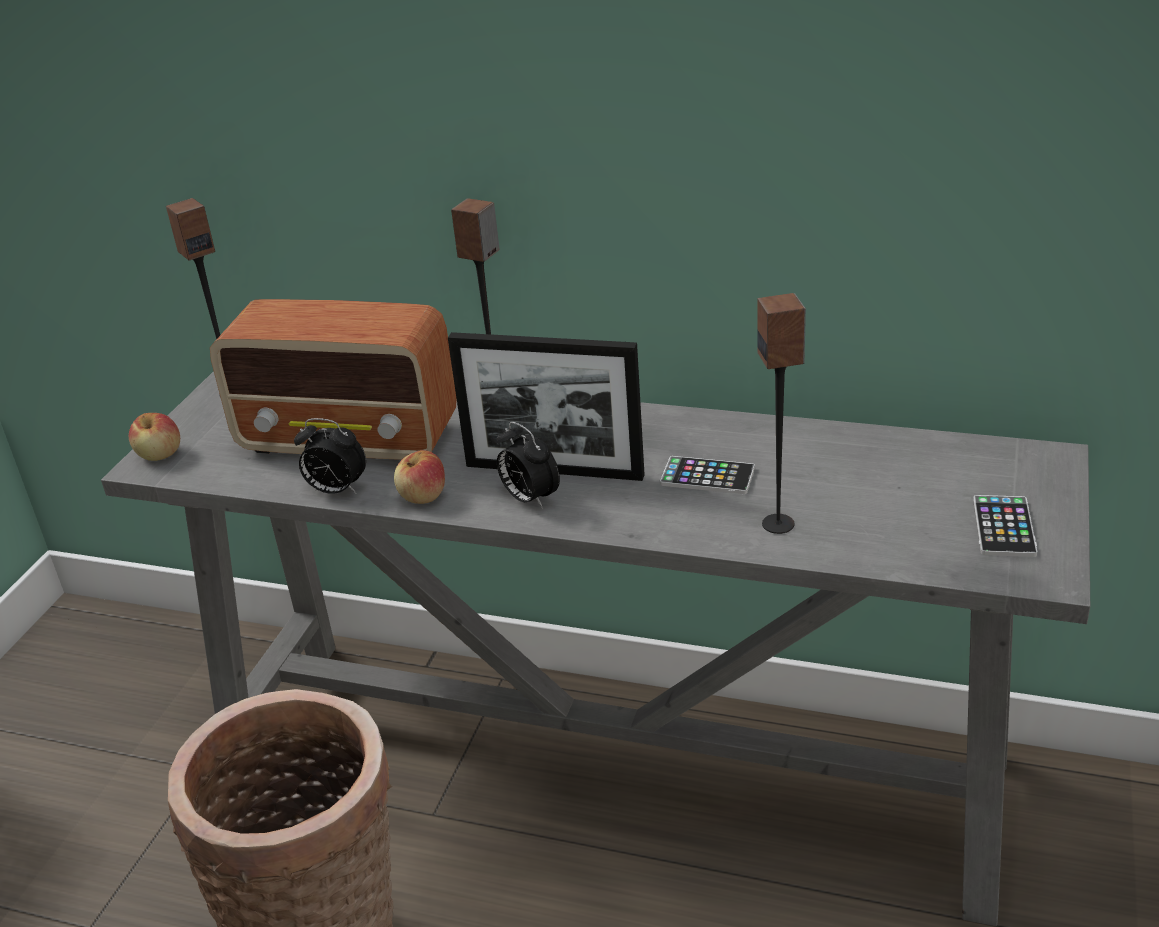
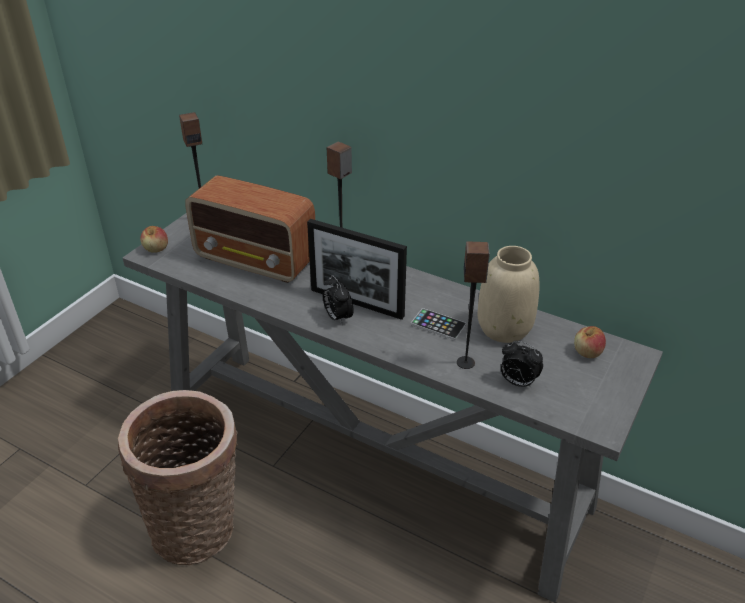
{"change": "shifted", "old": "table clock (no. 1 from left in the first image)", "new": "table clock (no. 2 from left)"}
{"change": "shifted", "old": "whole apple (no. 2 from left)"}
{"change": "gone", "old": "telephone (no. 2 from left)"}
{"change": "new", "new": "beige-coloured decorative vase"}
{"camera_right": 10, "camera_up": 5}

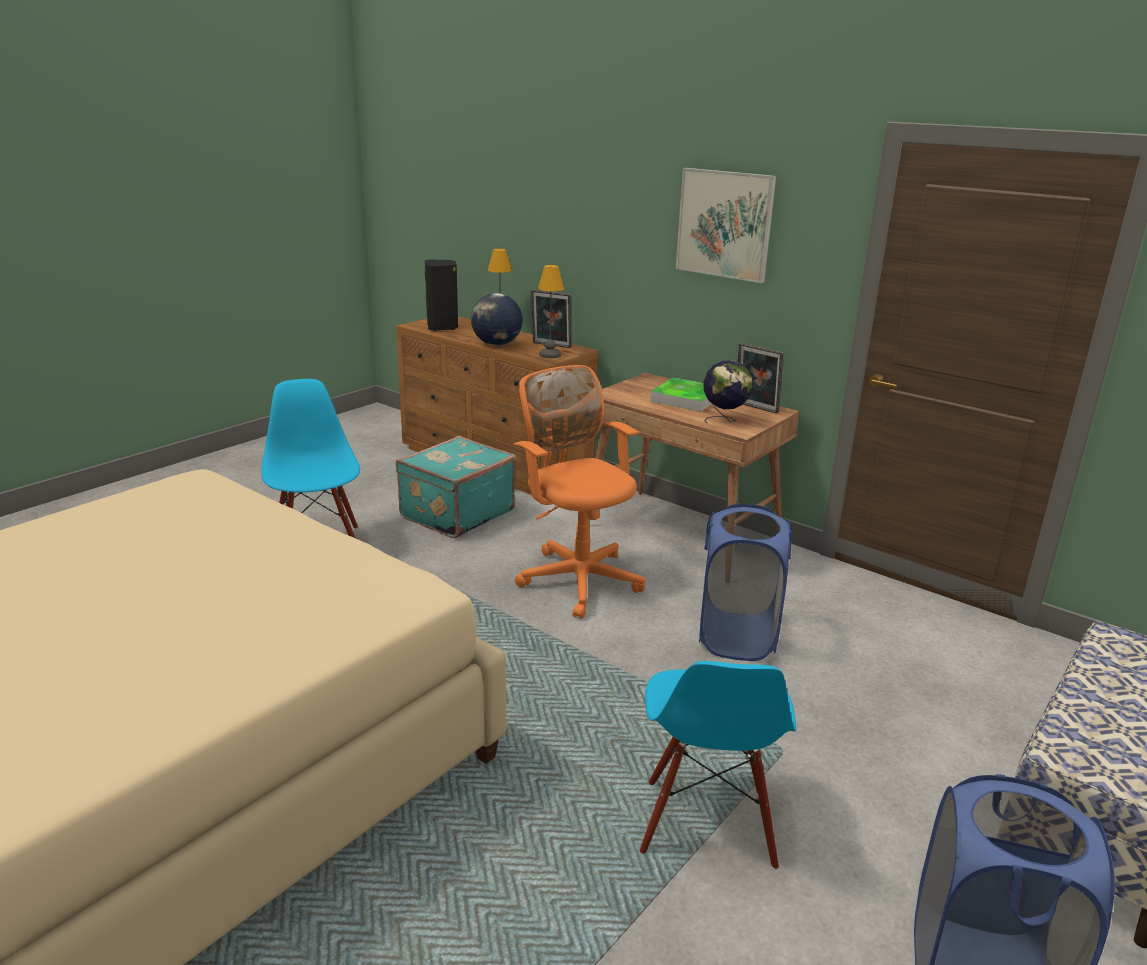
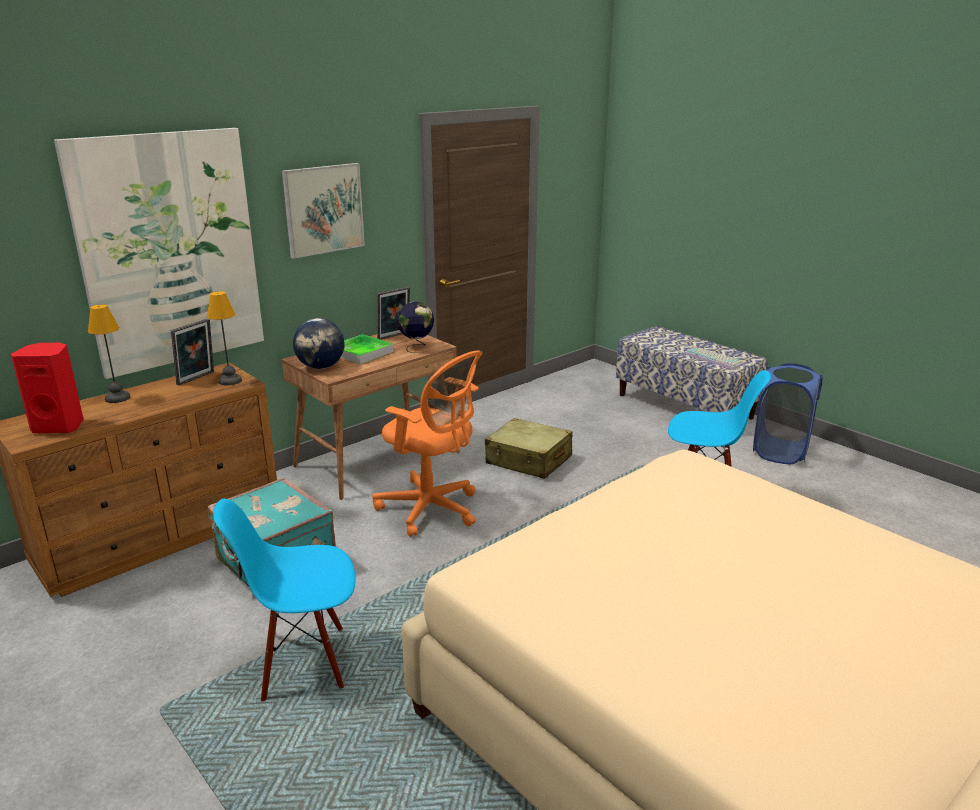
{"change": "repainted", "old": "black audio speaker", "new": "red audio speaker"}
{"change": "shifted", "old": "desk globe (no. 1 from left)"}
{"change": "rotated", "old": "orange-coloured desk chair", "degrees": -120}
{"change": "swapped", "old": "blue laundry basket (no. 1 from left)", "new": "beige-coloured piece of luggage"}
{"change": "new", "new": "picture (no. 1 from left)"}
{"change": "new", "new": "keyboard"}
{"camera_right": -80, "camera_up": 0}

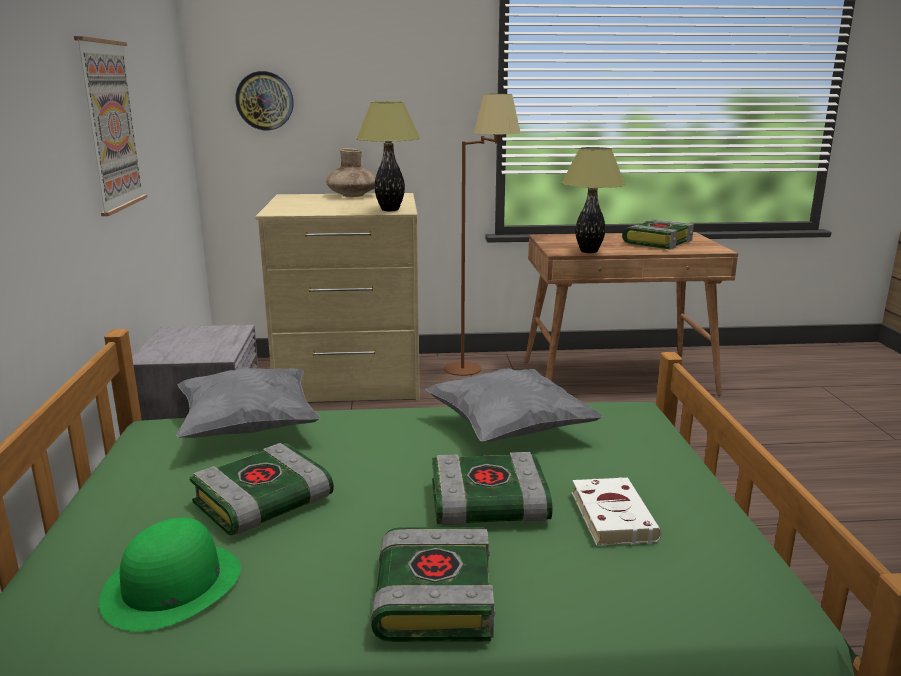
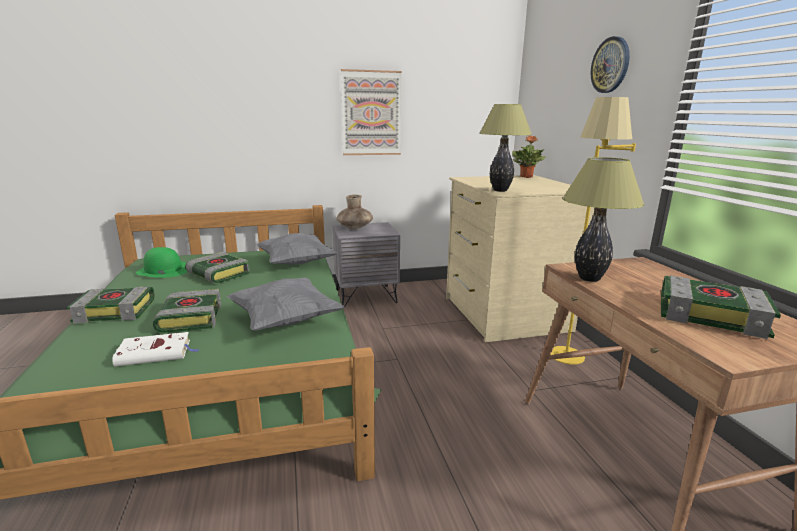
{"change": "shifted", "old": "clock on the wall"}
{"change": "shifted", "old": "brown decorative vase"}
{"change": "repainted", "old": "brown standing lamp", "new": "yellow standing lamp"}
{"change": "new", "new": "potted plant"}
{"camera_right": 80, "camera_up": 0}

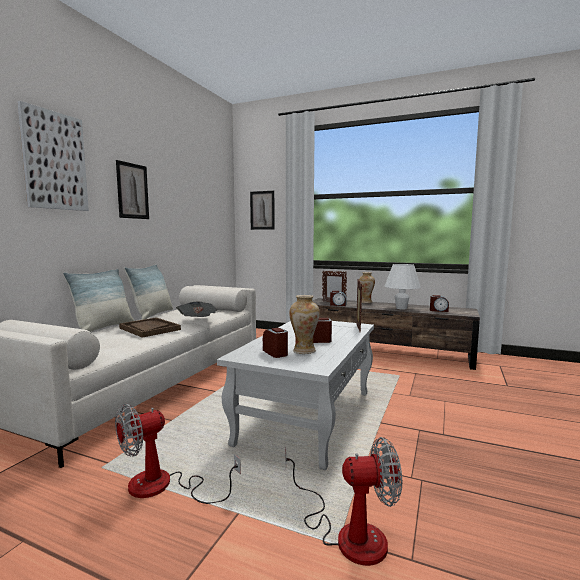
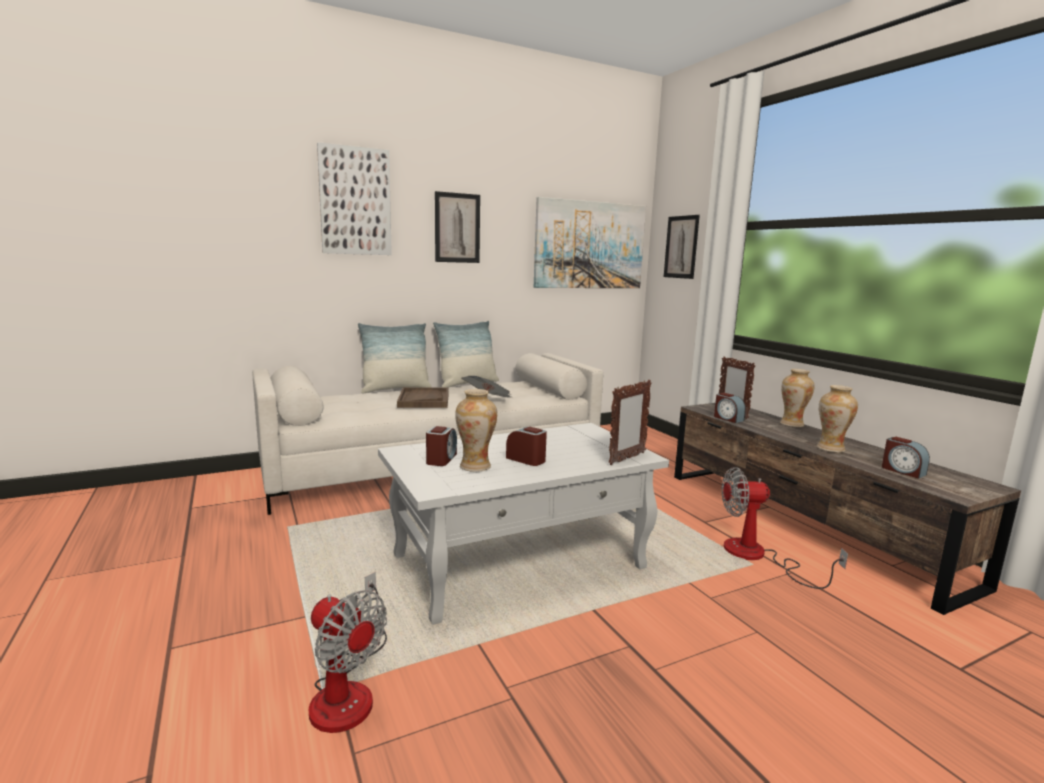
{"change": "shifted", "old": "cooling fan (no. 1 from left in the first image)", "new": "cooling fan (no. 2 from left)"}
{"change": "swapped", "old": "white-coloured tabletop lamp", "new": "decorative vase (no. 3 from left)"}
{"change": "new", "new": "picture (no. 3 from left)"}
{"camera_right": 40, "camera_up": 5}

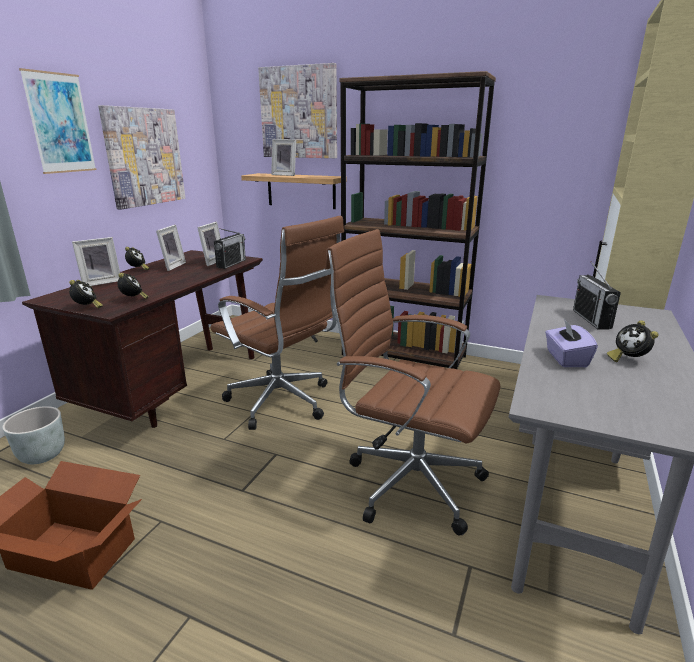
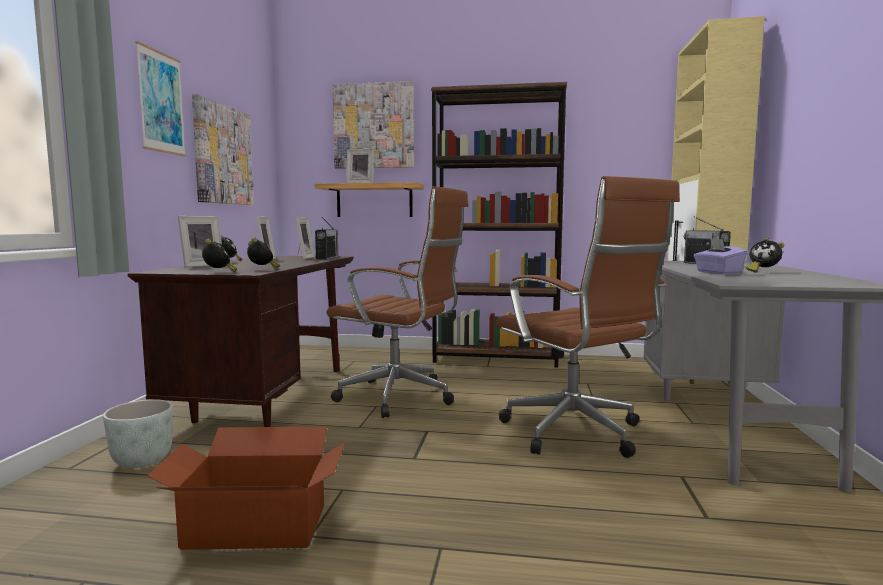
{"change": "rotated", "old": "brown desk chair (no. 2 from left)", "degrees": -135}
{"camera_right": -15, "camera_up": -15}

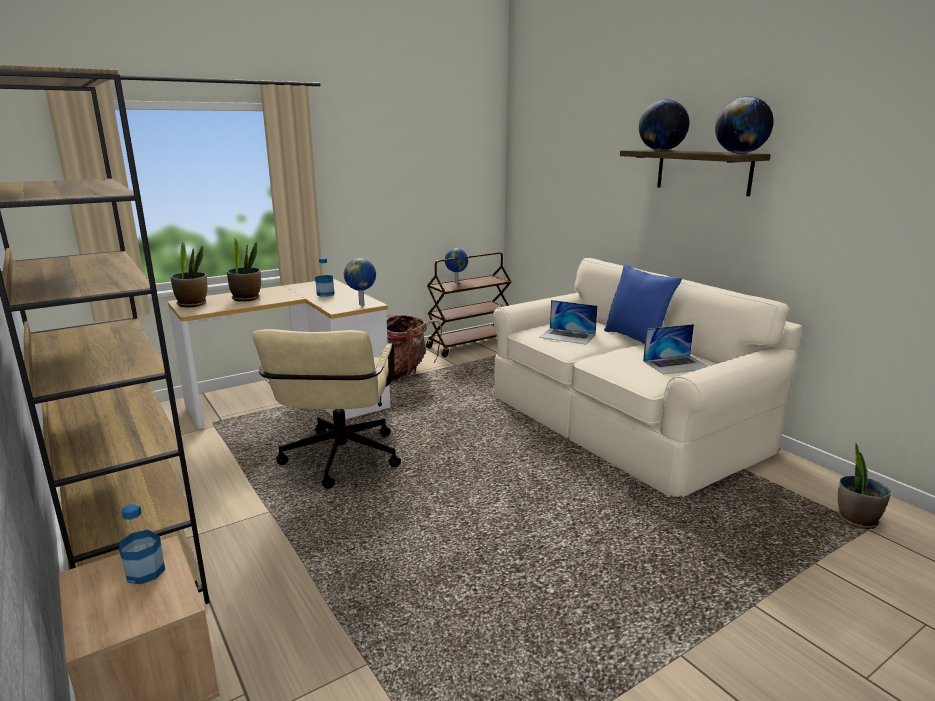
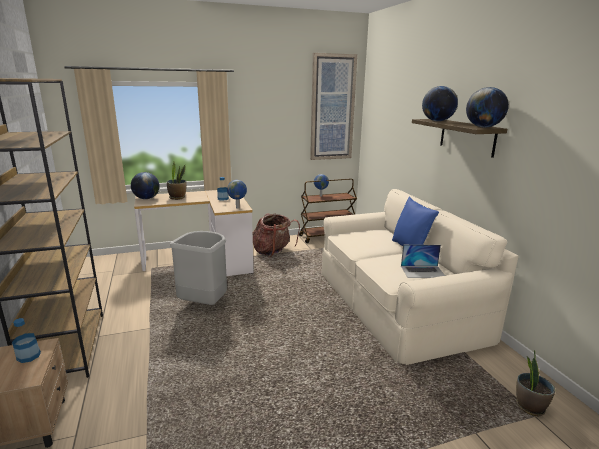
{"change": "swapped", "old": "potted plant (no. 1 from left)", "new": "desk globe (no. 1 from left)"}
{"change": "swapped", "old": "beige-coloured desk chair", "new": "gray trash can"}
{"change": "gone", "old": "notebook computer (no. 1 from left)"}
{"change": "new", "new": "picture"}
{"camera_right": 15, "camera_up": 0}

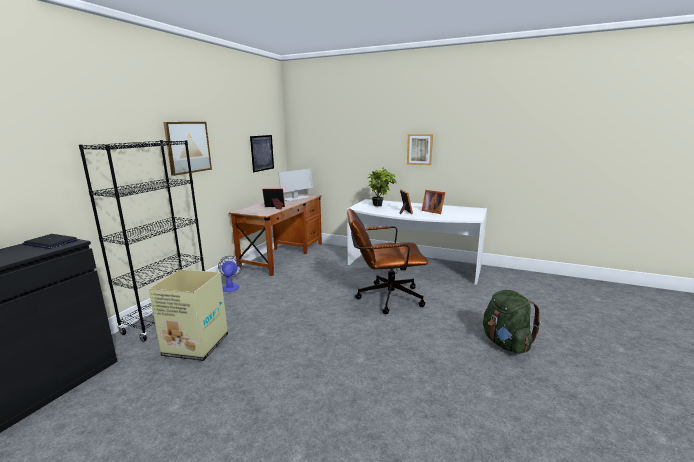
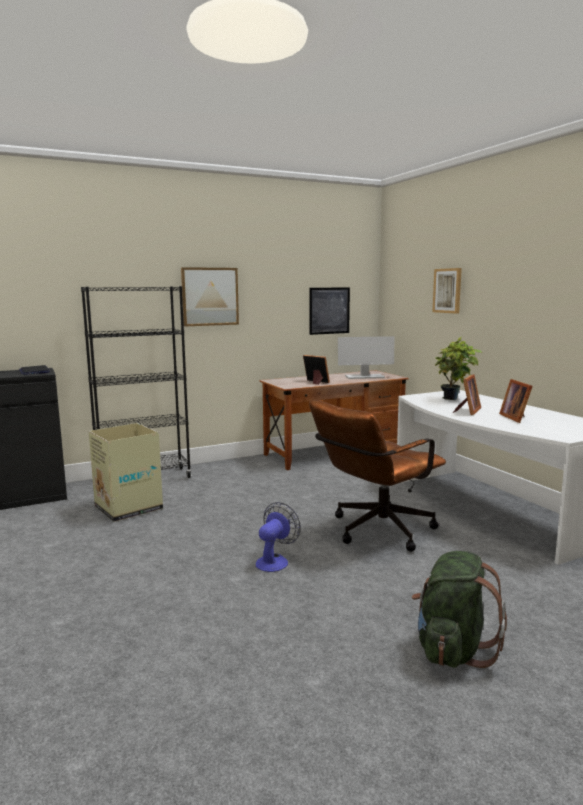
{"change": "shifted", "old": "cooling fan"}
{"change": "rotated", "old": "brown desk chair", "degrees": -75}
{"change": "shifted", "old": "picture (no. 3 from left)"}
{"camera_right": 40, "camera_up": -5}

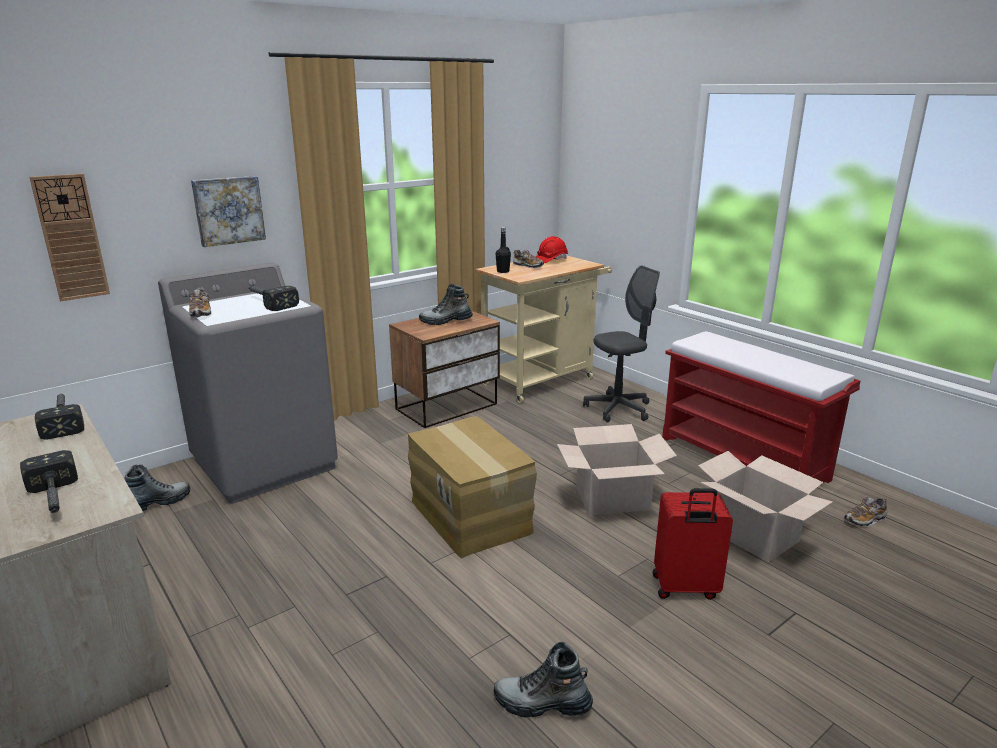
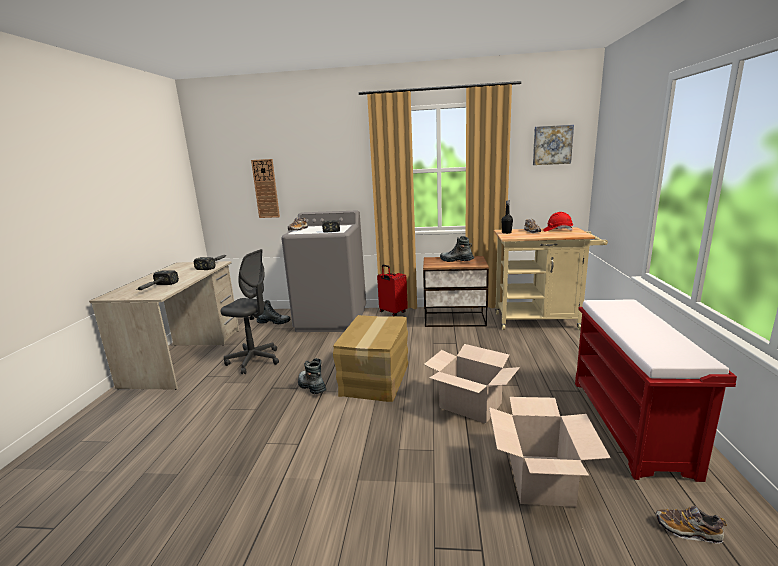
{"change": "shifted", "old": "picture"}
{"change": "shifted", "old": "high-top boot (no. 3 from left in the first image)", "new": "high-top boot (no. 2 from left)"}
{"change": "shifted", "old": "gray desk chair"}
{"change": "shifted", "old": "red piece of luggage"}
{"camera_right": 45, "camera_up": -5}

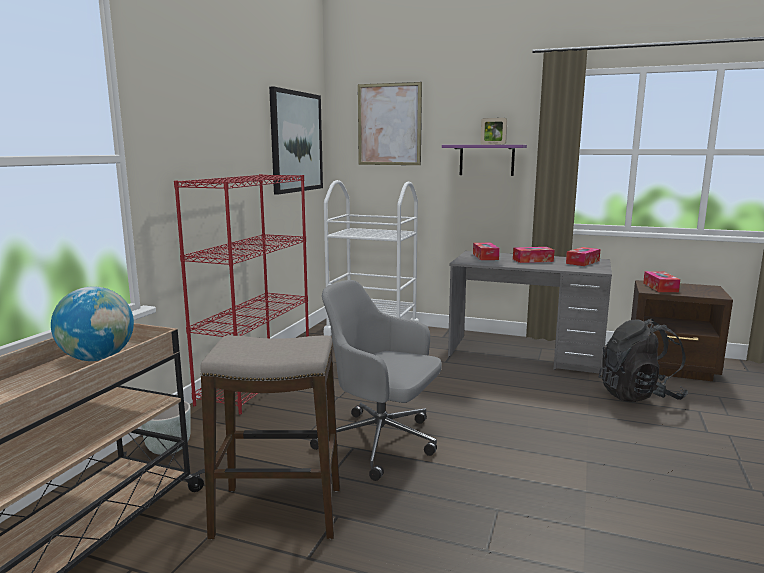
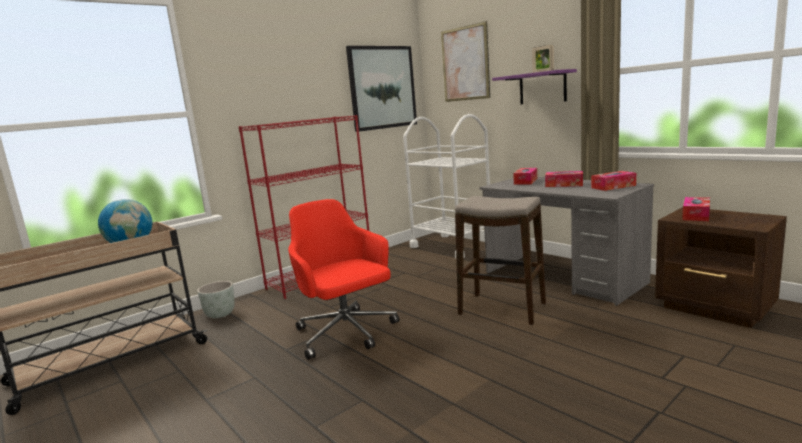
{"change": "shifted", "old": "stool seat"}
{"change": "repainted", "old": "gray desk chair", "new": "red desk chair"}
{"change": "gone", "old": "black knapsack"}
{"camera_right": 30, "camera_up": 0}

